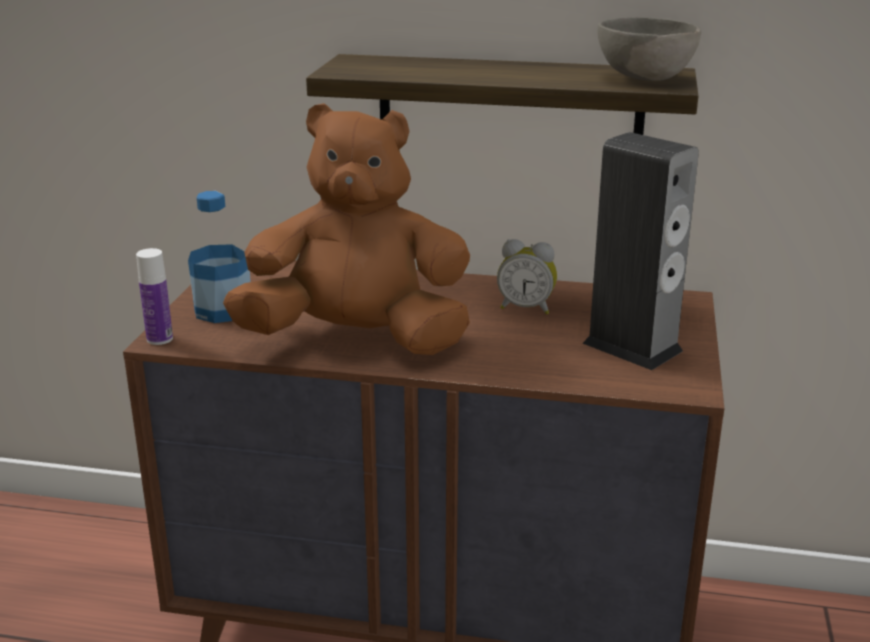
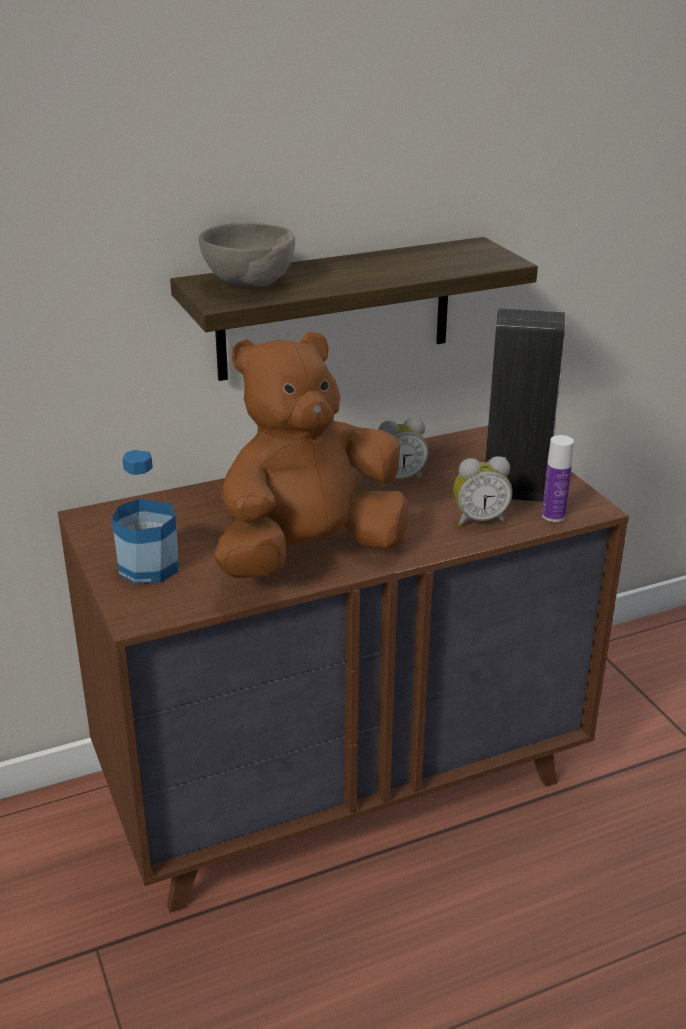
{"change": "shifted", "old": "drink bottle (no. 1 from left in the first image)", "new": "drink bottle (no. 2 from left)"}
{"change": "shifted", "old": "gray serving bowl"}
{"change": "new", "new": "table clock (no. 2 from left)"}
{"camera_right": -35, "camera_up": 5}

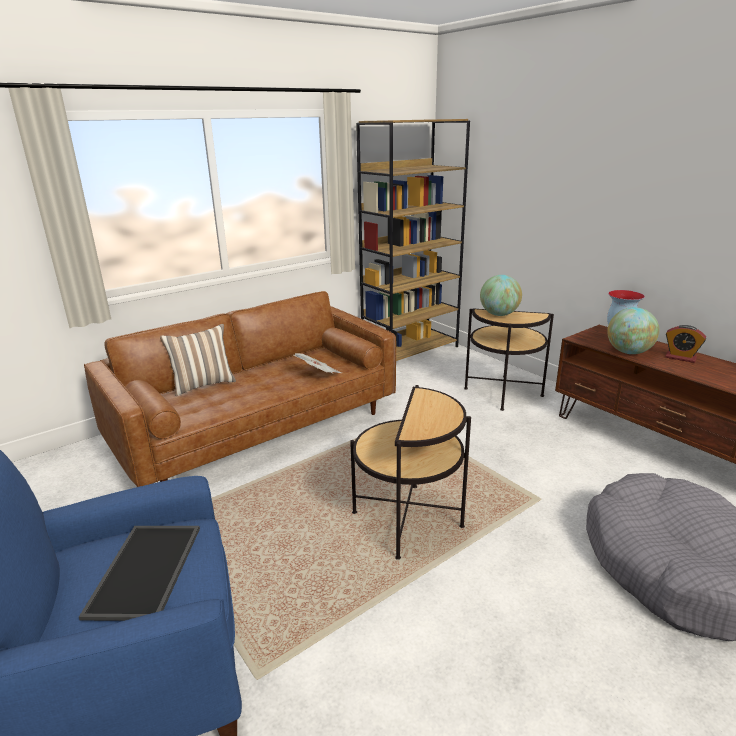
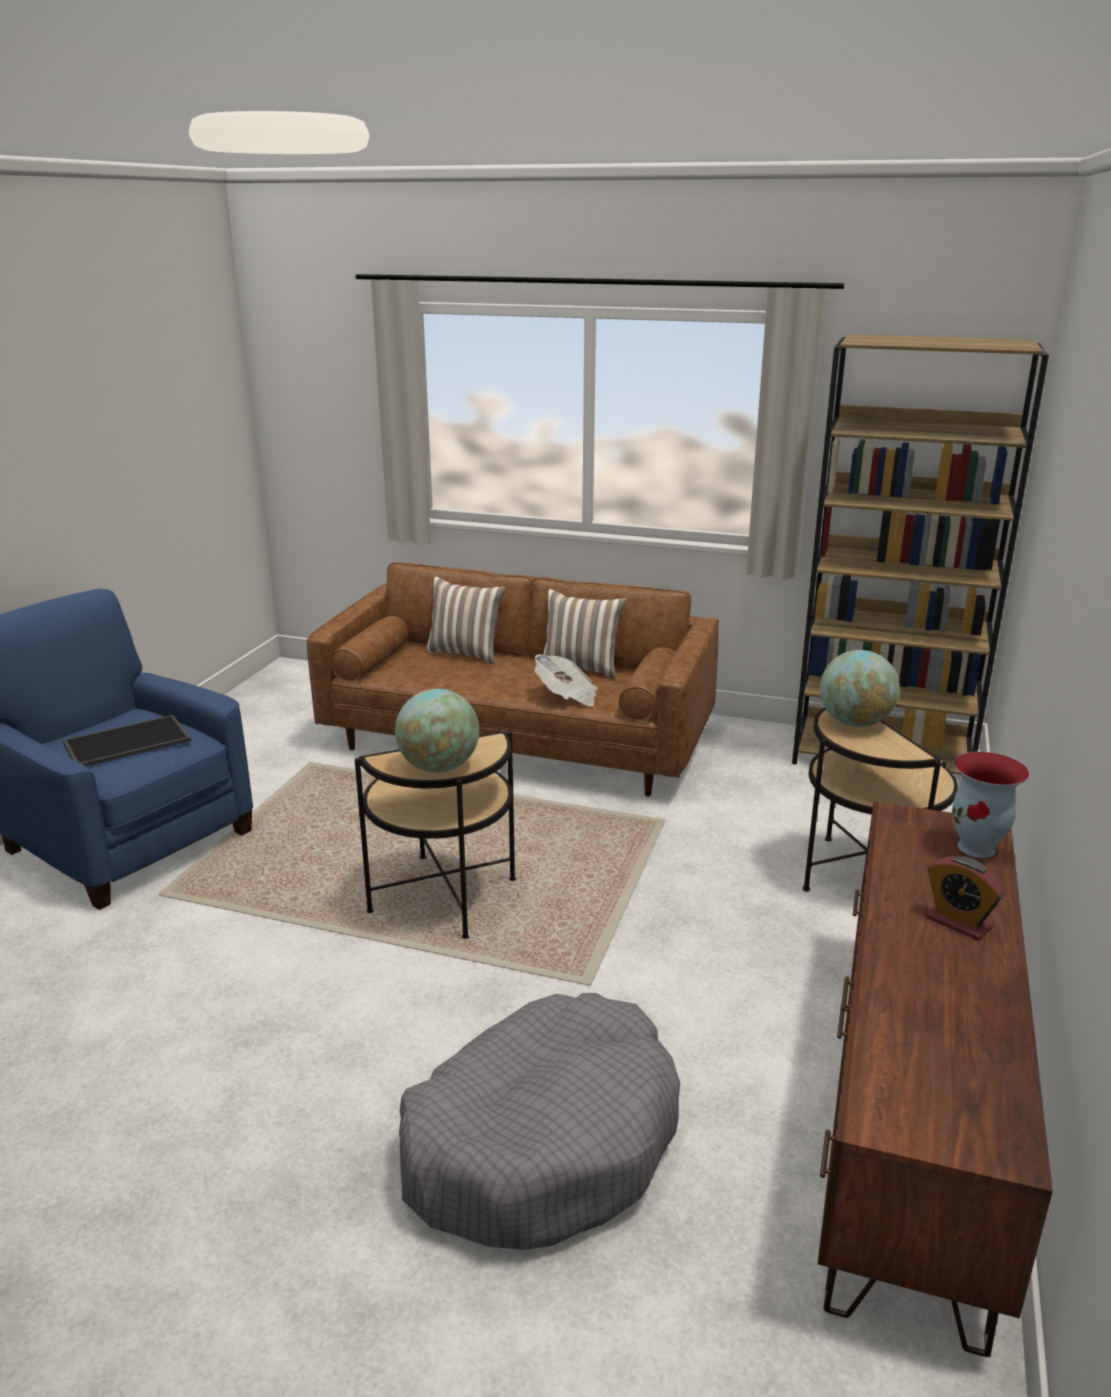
{"change": "shifted", "old": "desk globe (no. 2 from left in the first image)", "new": "desk globe (no. 1 from left)"}
{"change": "rotated", "old": "table clock", "degrees": -45}
{"change": "new", "new": "cushion (no. 2 from left)"}
{"camera_right": 55, "camera_up": 0}

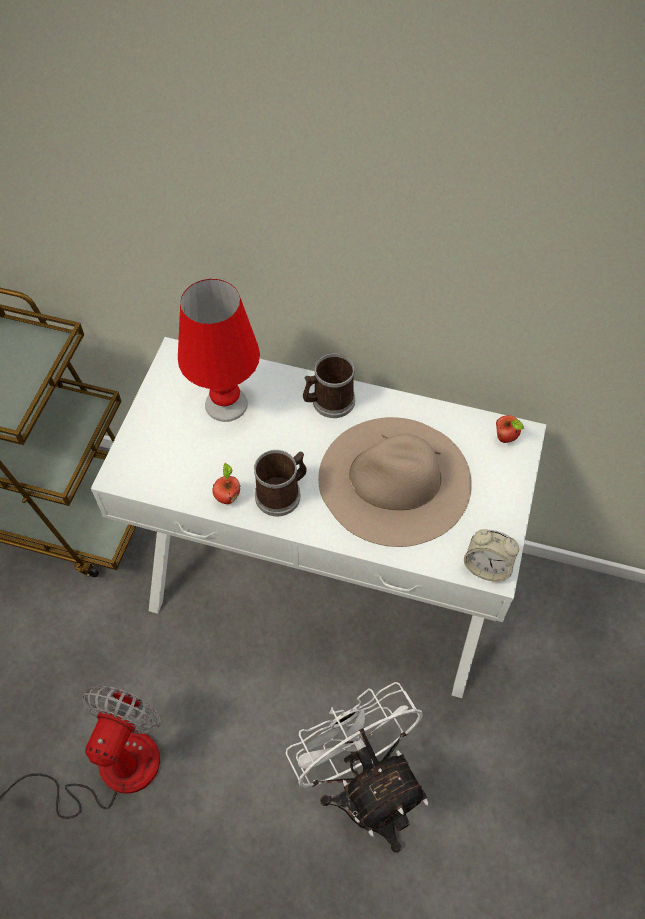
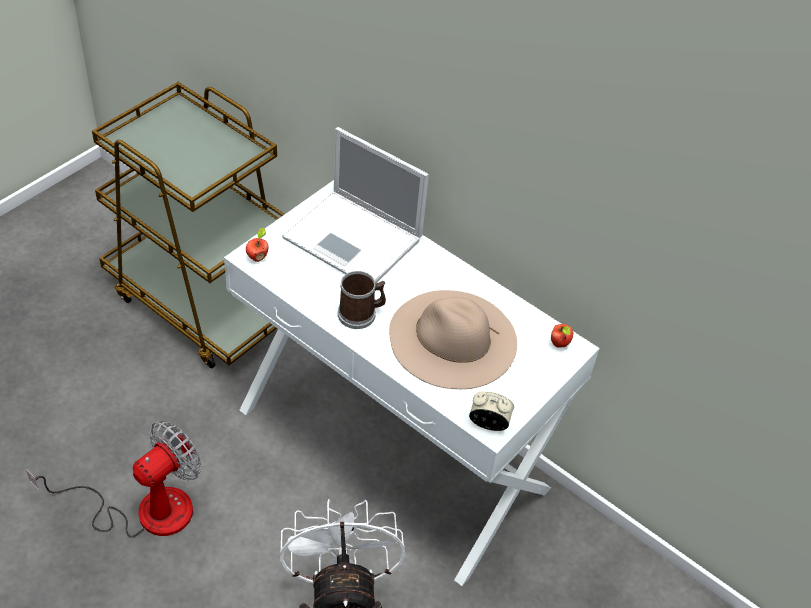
{"change": "swapped", "old": "red tabletop lamp", "new": "notebook computer"}
{"change": "shifted", "old": "whole apple (no. 1 from left)"}
{"change": "gone", "old": "mug (no. 2 from left)"}
{"change": "rotated", "old": "table clock", "degrees": 150}
{"camera_right": 20, "camera_up": -10}

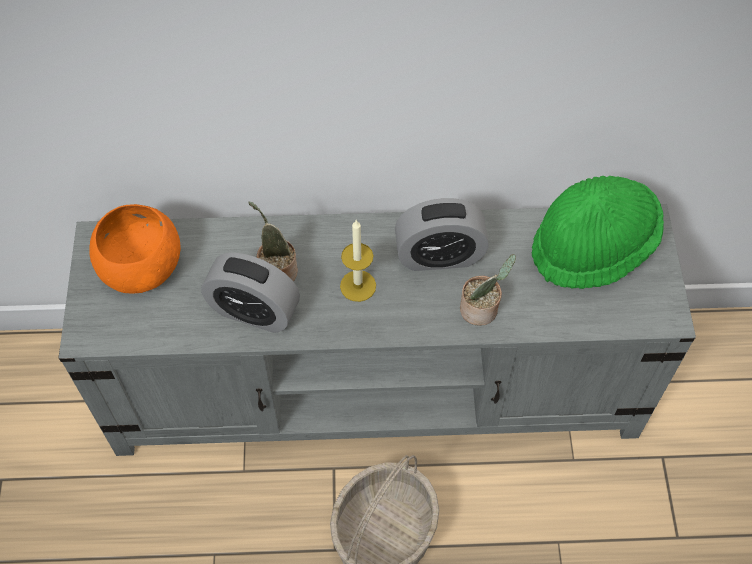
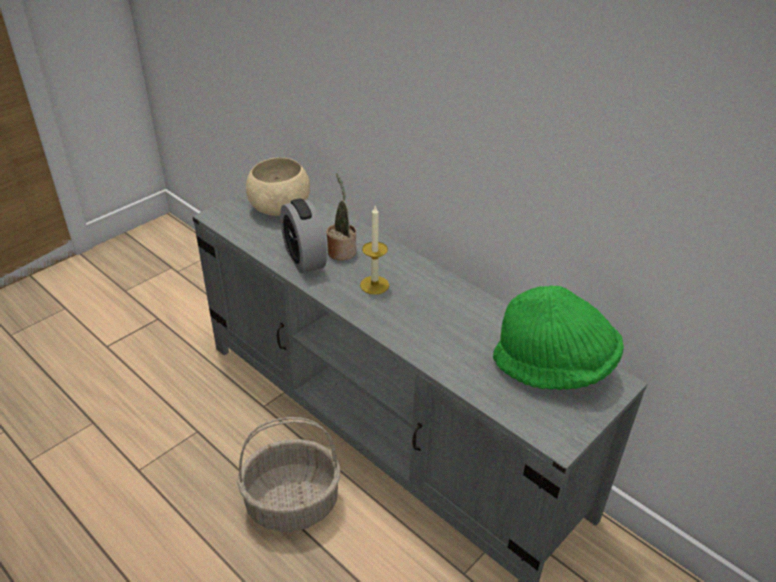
{"change": "repainted", "old": "orange-coloured serving bowl", "new": "beige-coloured serving bowl"}
{"change": "gone", "old": "table clock (no. 2 from left)"}
{"change": "gone", "old": "potted plant (no. 2 from left)"}
{"camera_right": 45, "camera_up": -20}

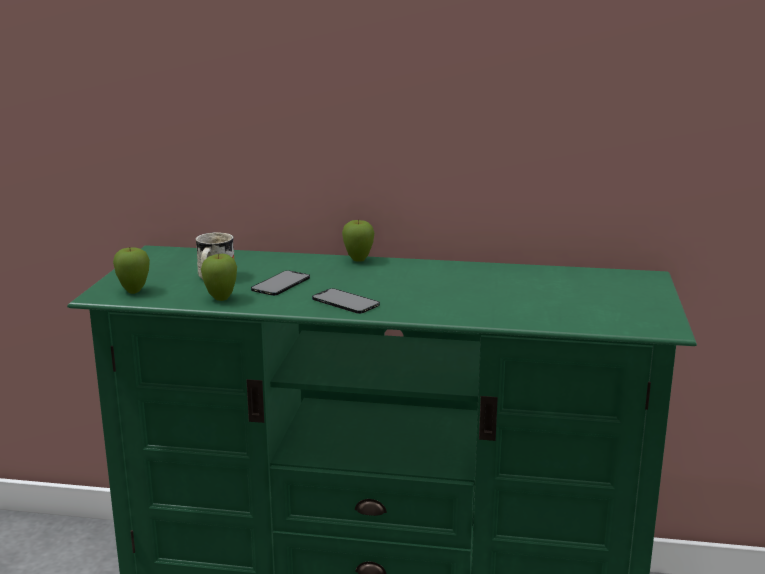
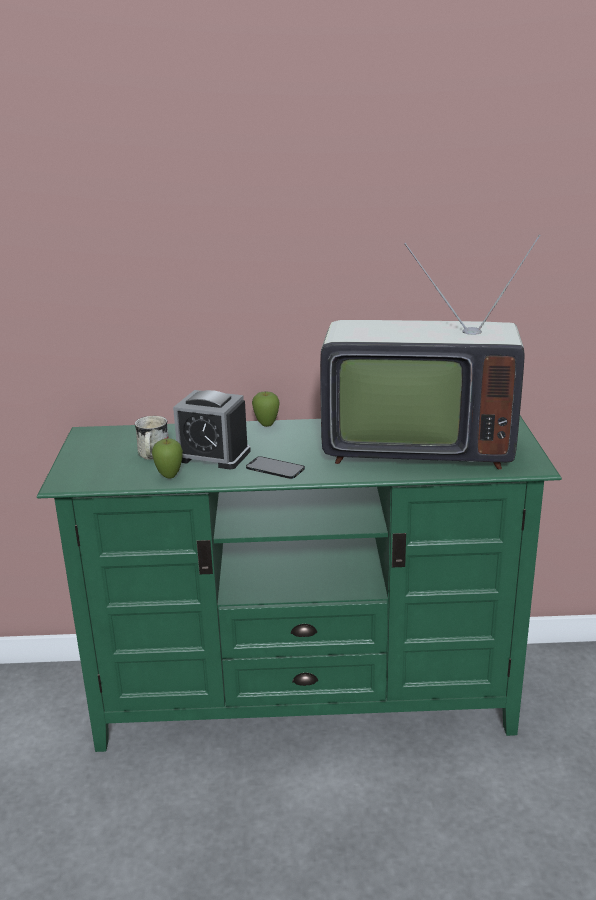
{"change": "gone", "old": "whole apple (no. 1 from left)"}
{"change": "swapped", "old": "telephone (no. 1 from left)", "new": "table clock"}
{"change": "new", "new": "television"}
{"camera_right": -10, "camera_up": 5}

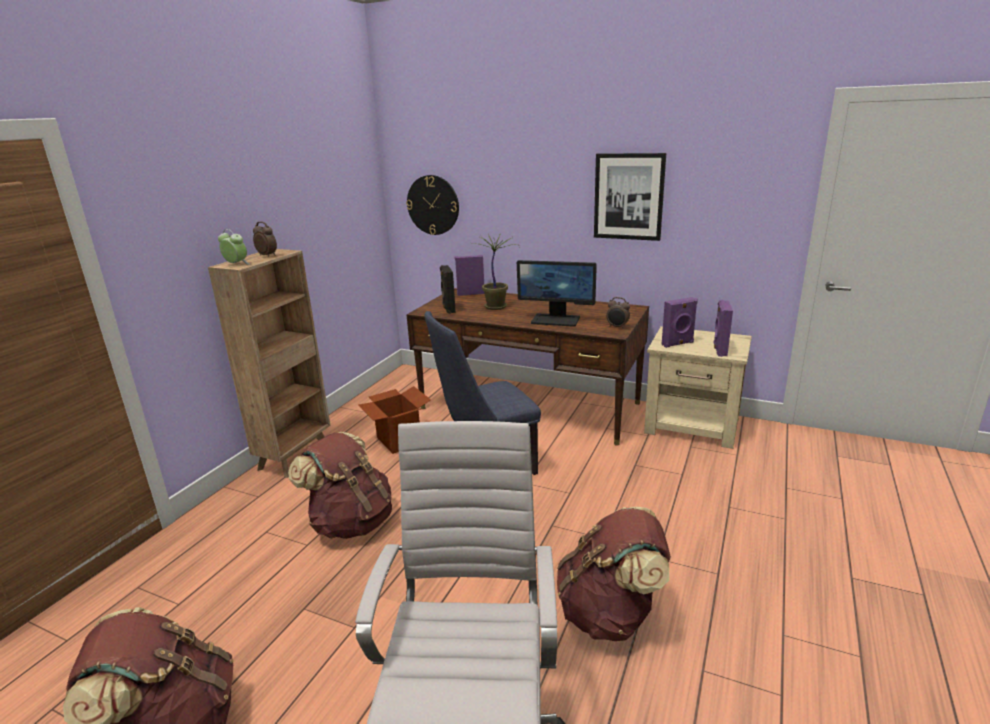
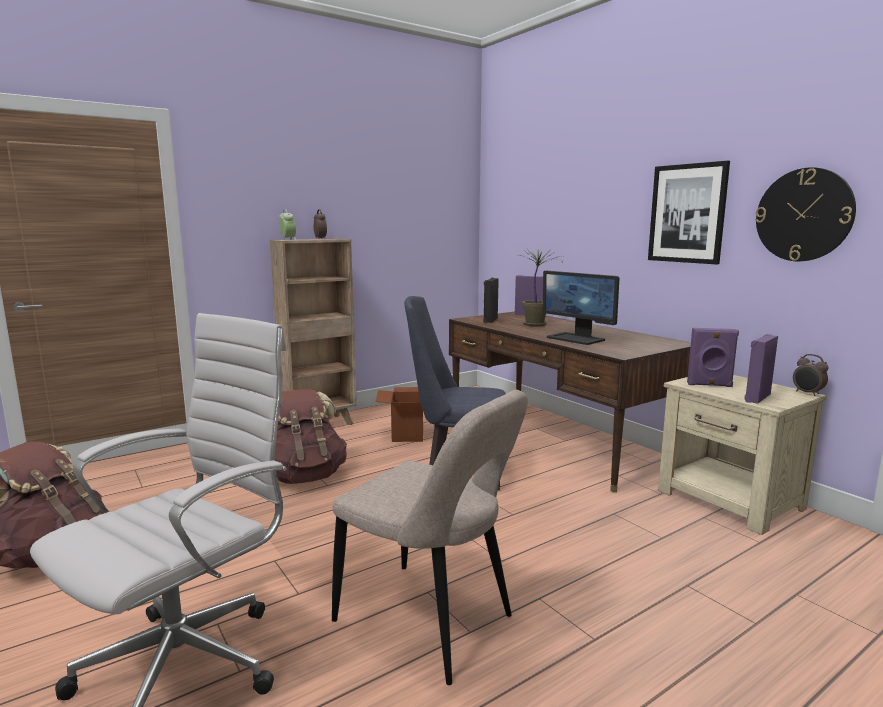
{"change": "shifted", "old": "clock on the wall"}
{"change": "swapped", "old": "brown knapsack (no. 3 from left)", "new": "beige-coloured upright chair"}
{"change": "shifted", "old": "table clock (no. 3 from left)"}
{"camera_right": 30, "camera_up": -10}

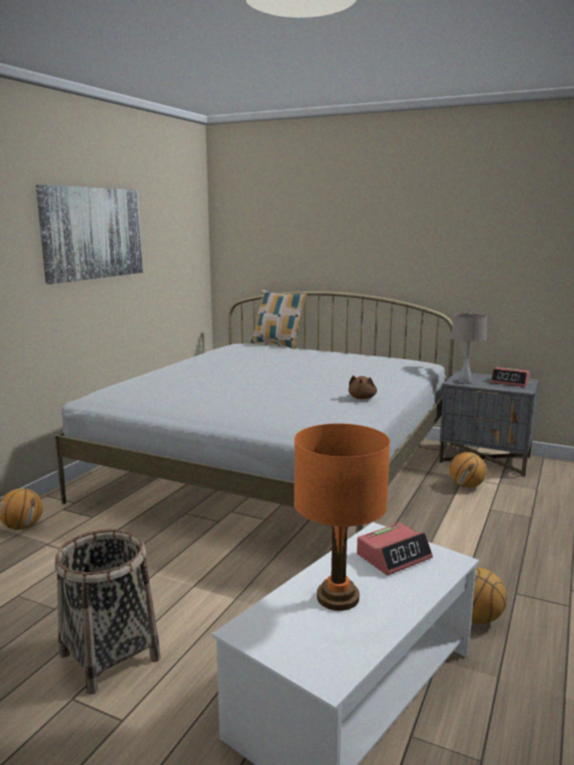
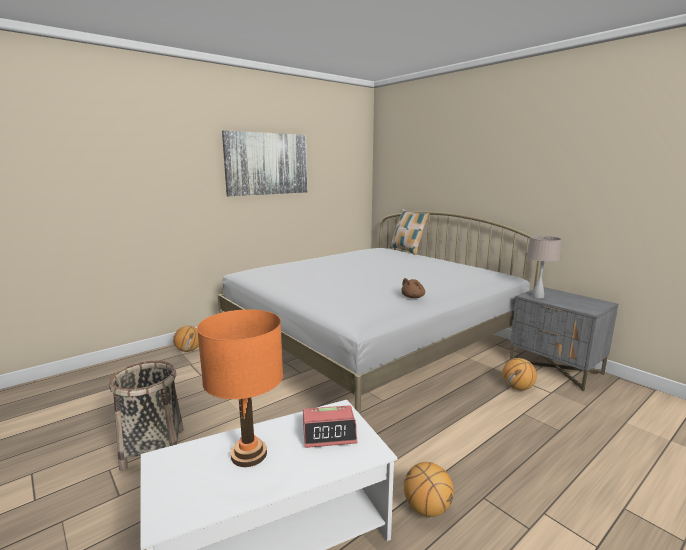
{"change": "gone", "old": "table clock (no. 2 from left)"}
{"camera_right": 25, "camera_up": 0}

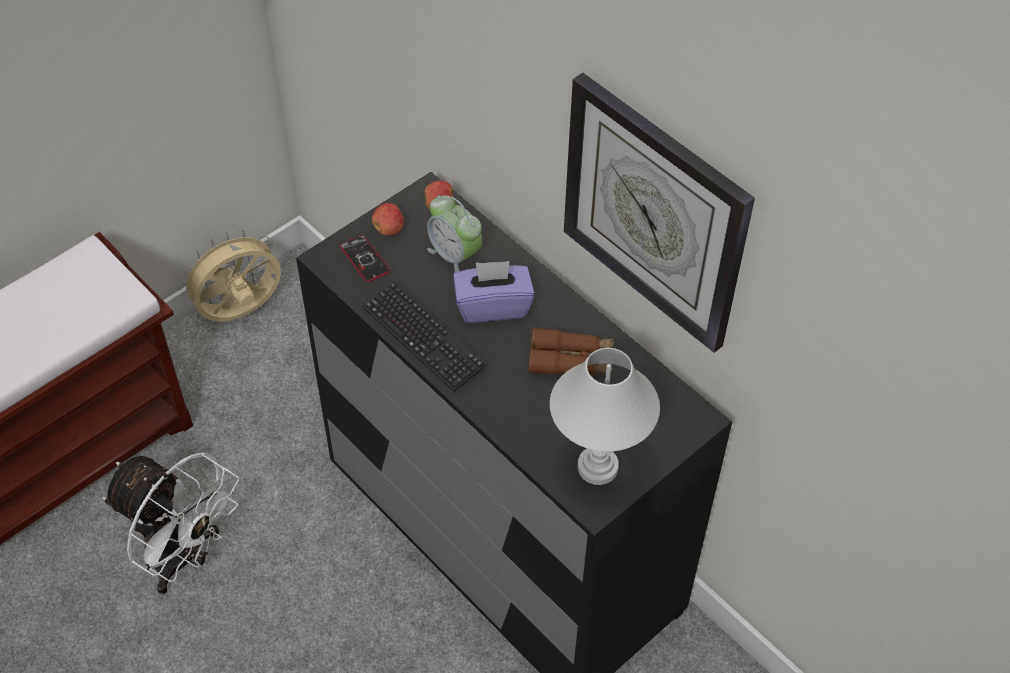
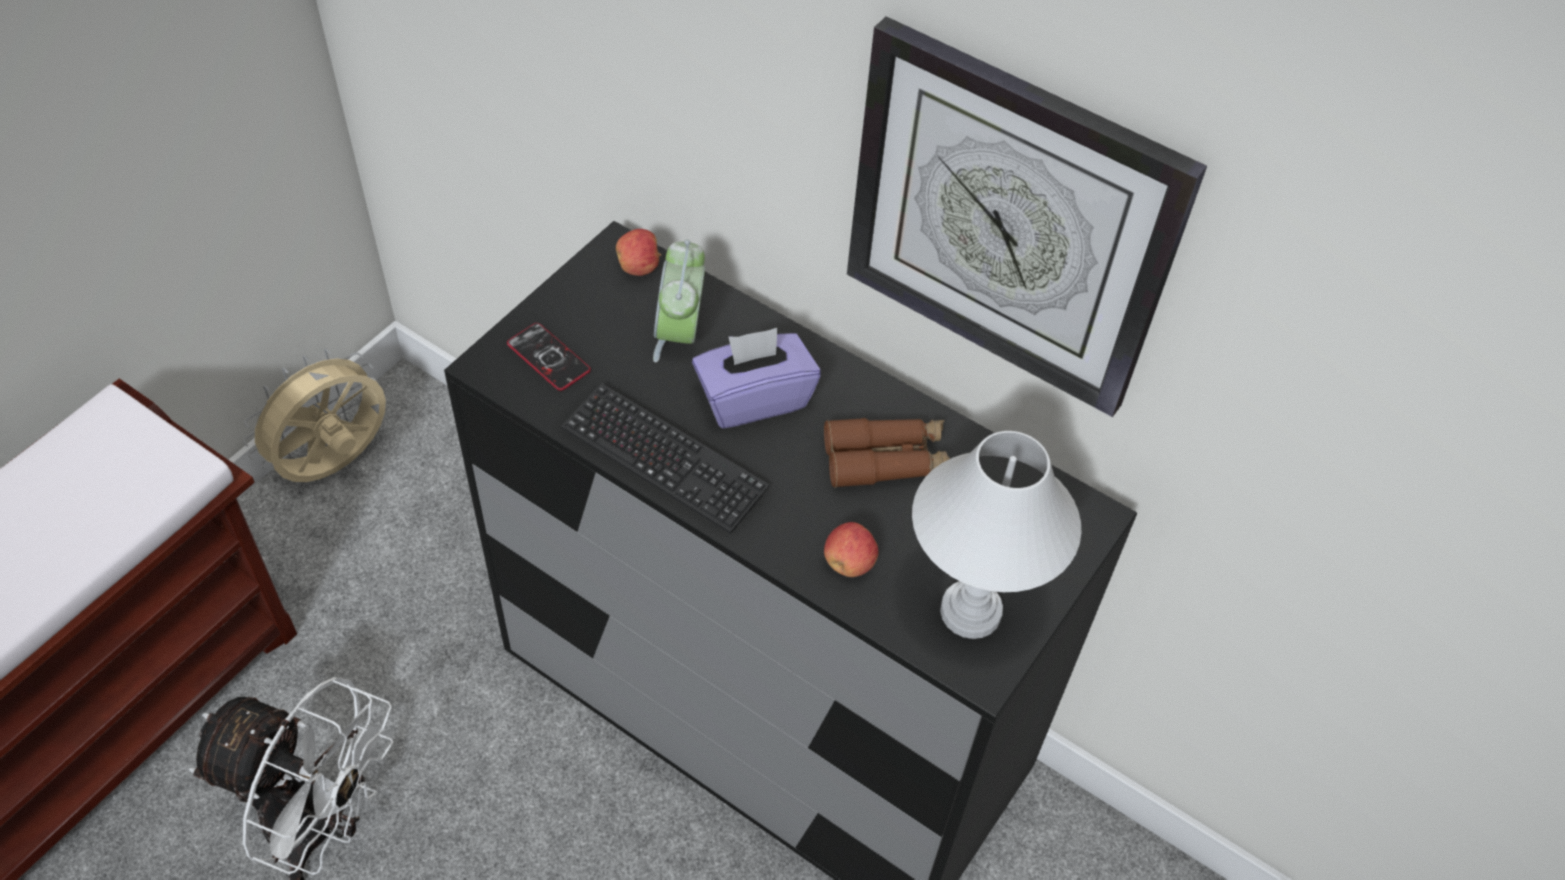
{"change": "shifted", "old": "whole apple (no. 1 from left in the first image)", "new": "whole apple (no. 2 from left)"}
{"change": "rotated", "old": "table clock", "degrees": 60}
{"camera_right": -15, "camera_up": 0}

